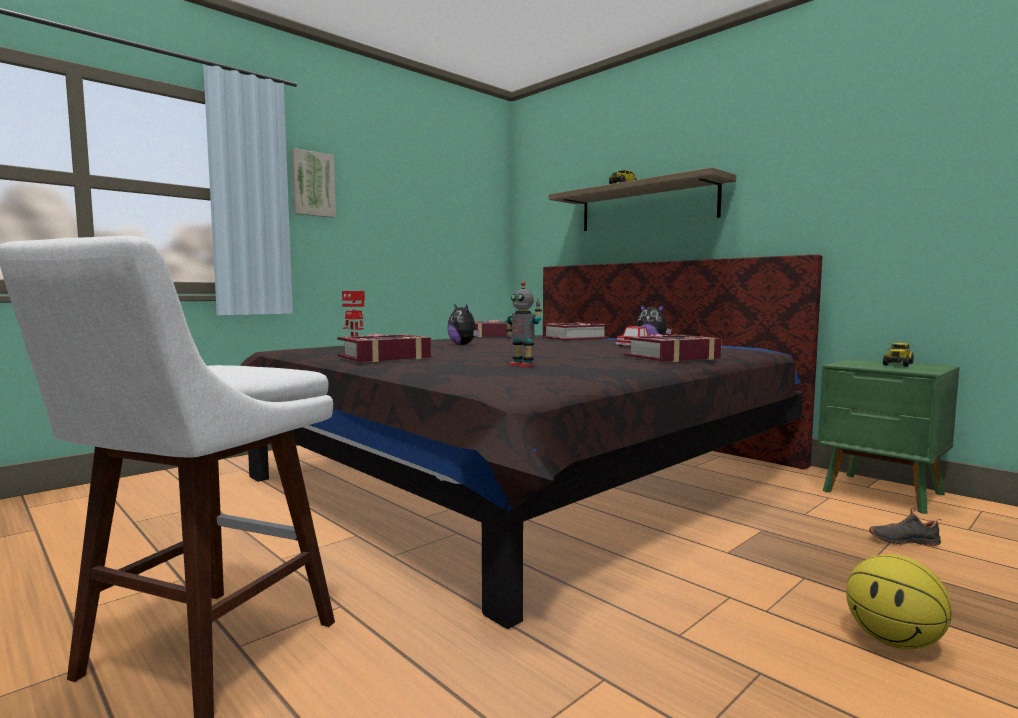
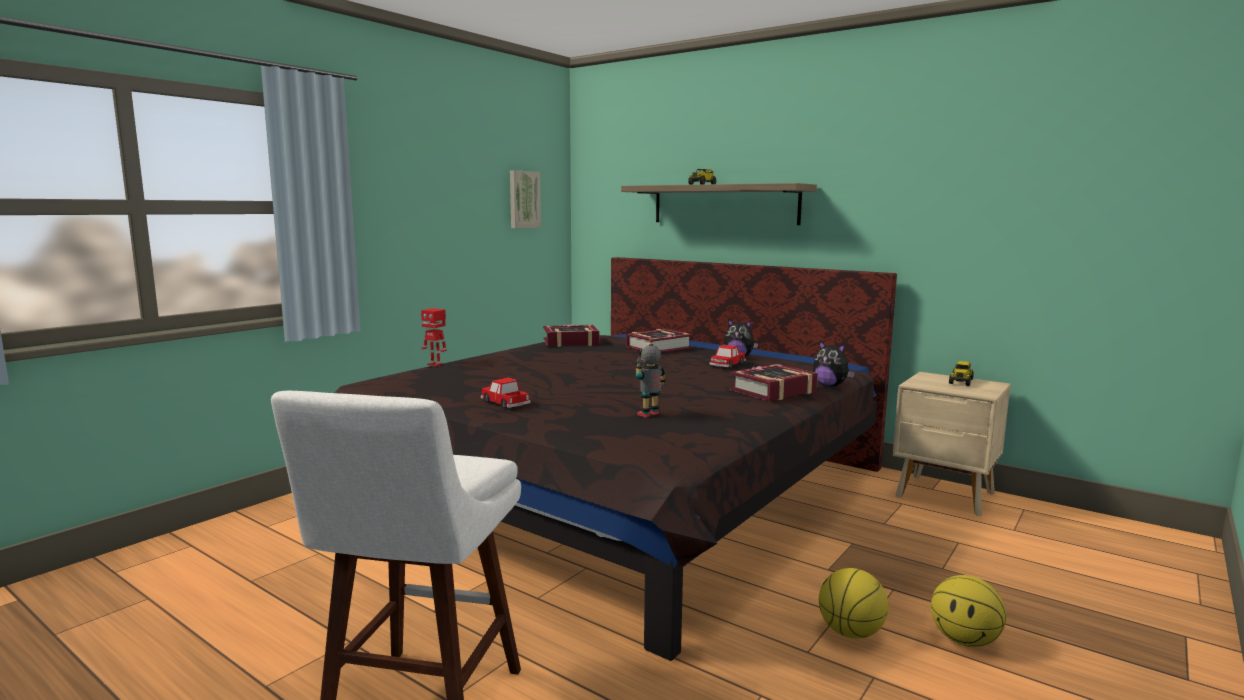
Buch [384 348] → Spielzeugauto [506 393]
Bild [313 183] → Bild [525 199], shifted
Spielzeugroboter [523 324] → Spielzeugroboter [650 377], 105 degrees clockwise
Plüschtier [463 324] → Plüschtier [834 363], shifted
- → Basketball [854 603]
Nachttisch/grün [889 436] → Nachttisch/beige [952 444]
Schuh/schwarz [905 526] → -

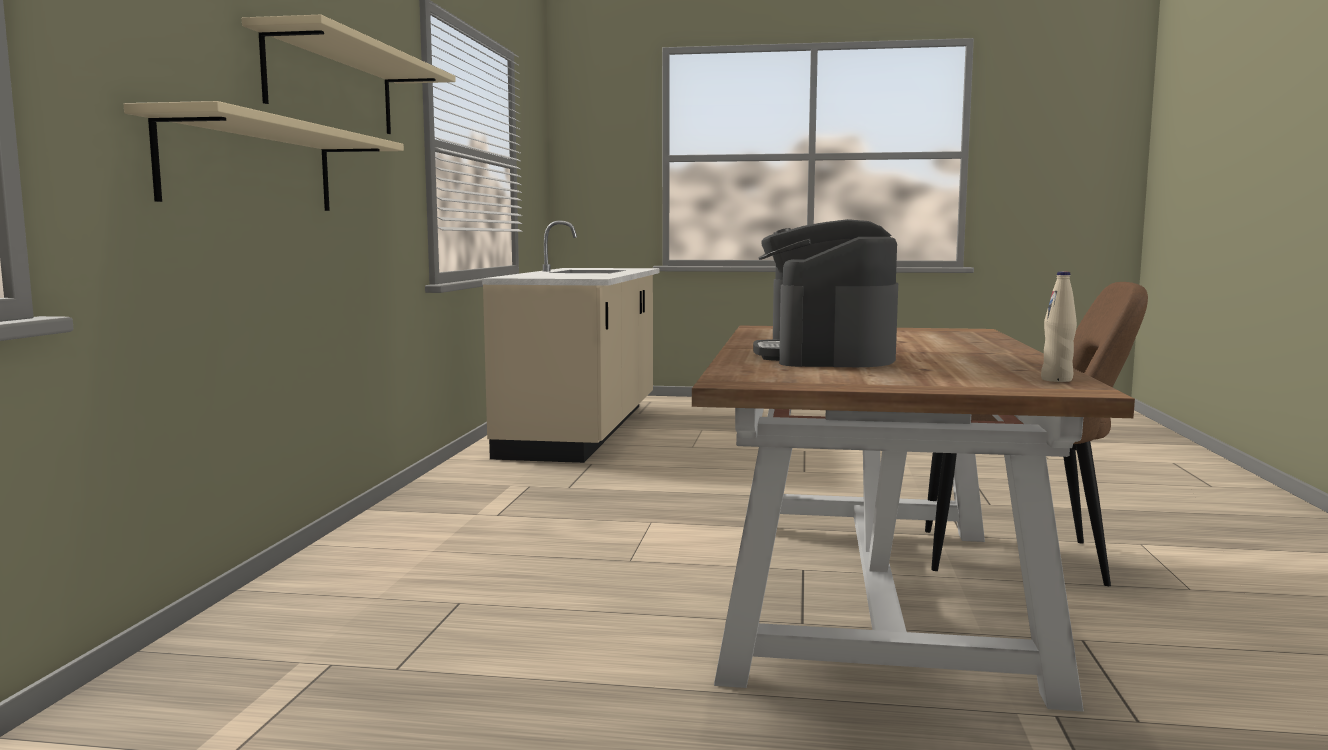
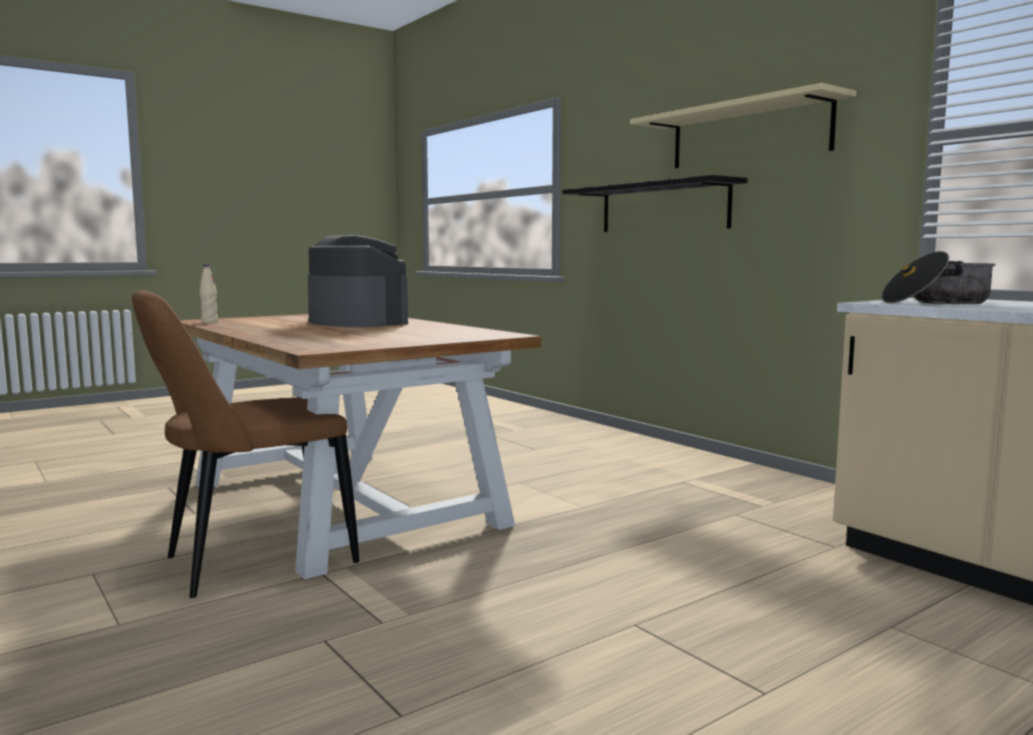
Wandregal/beige [264 156] → Wandregal/schwarz [655 203]
- → Kochtopf [938 277]

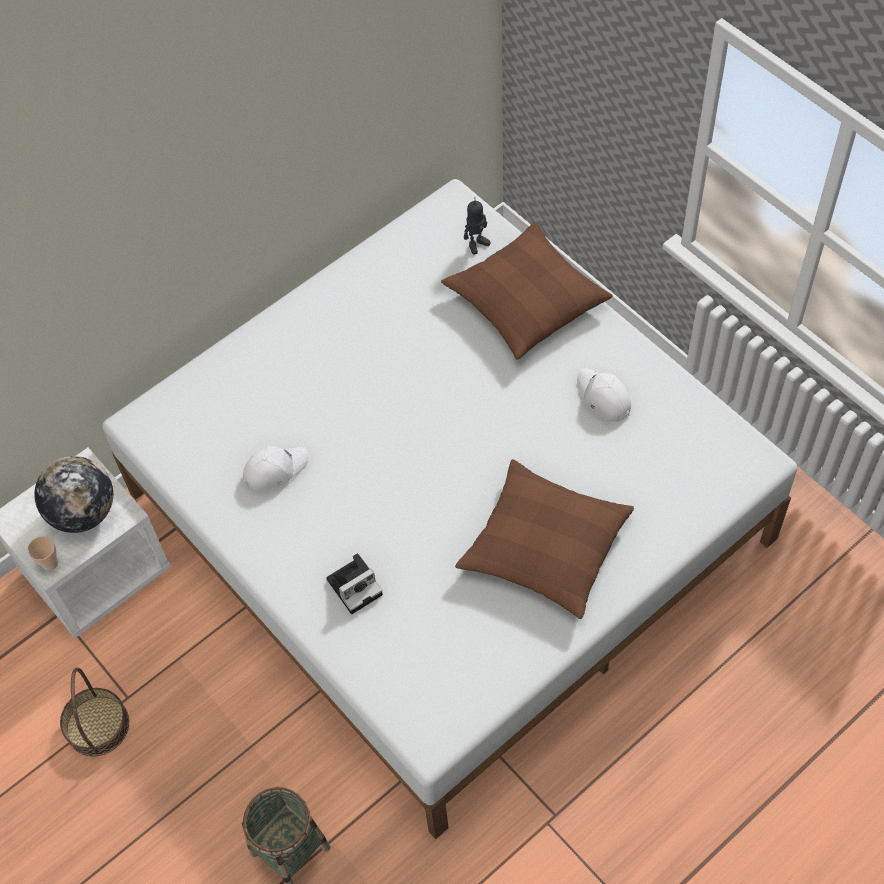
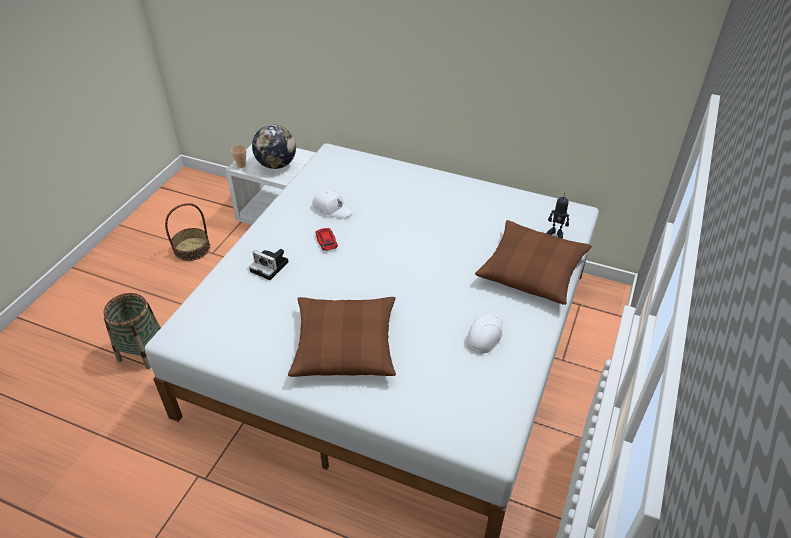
- → Spielzeugauto [326 239]

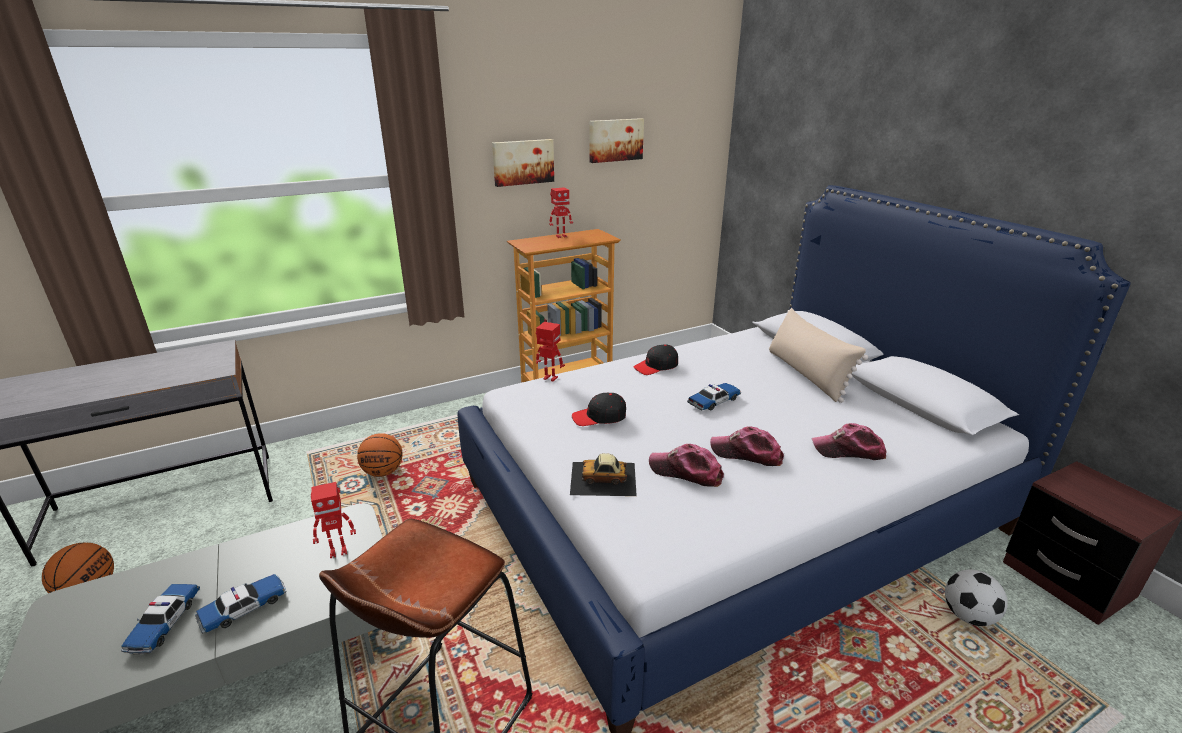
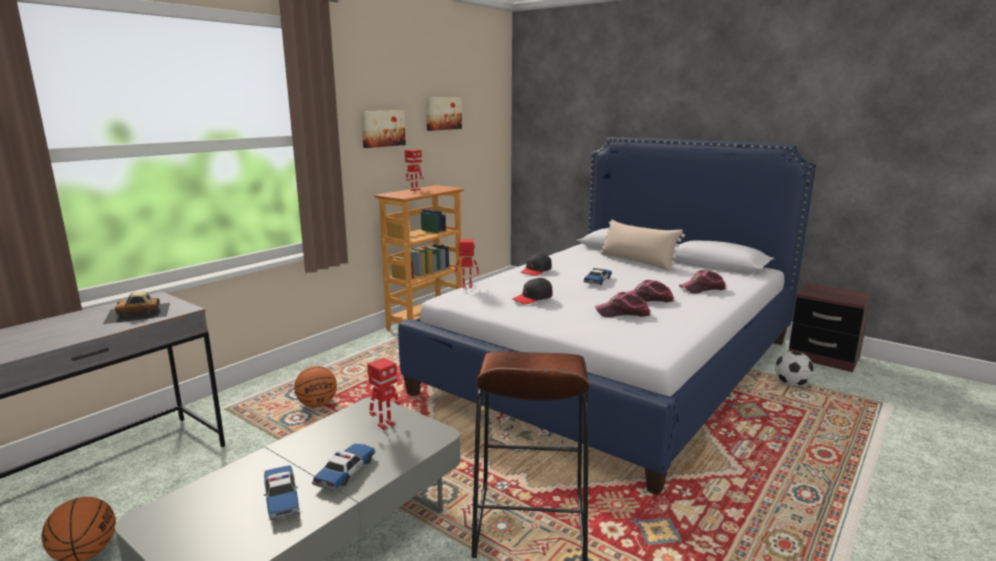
Spielzeugauto [603 474] → Spielzeugauto [136 307], shifted

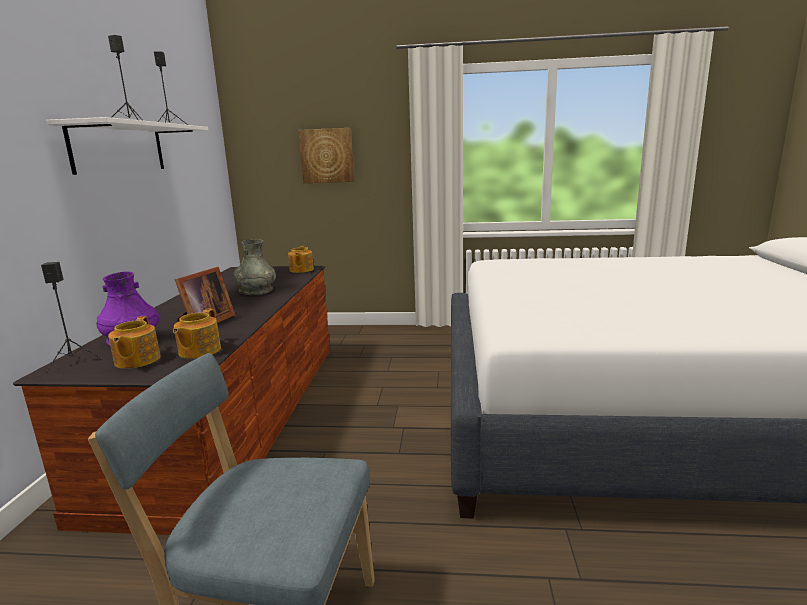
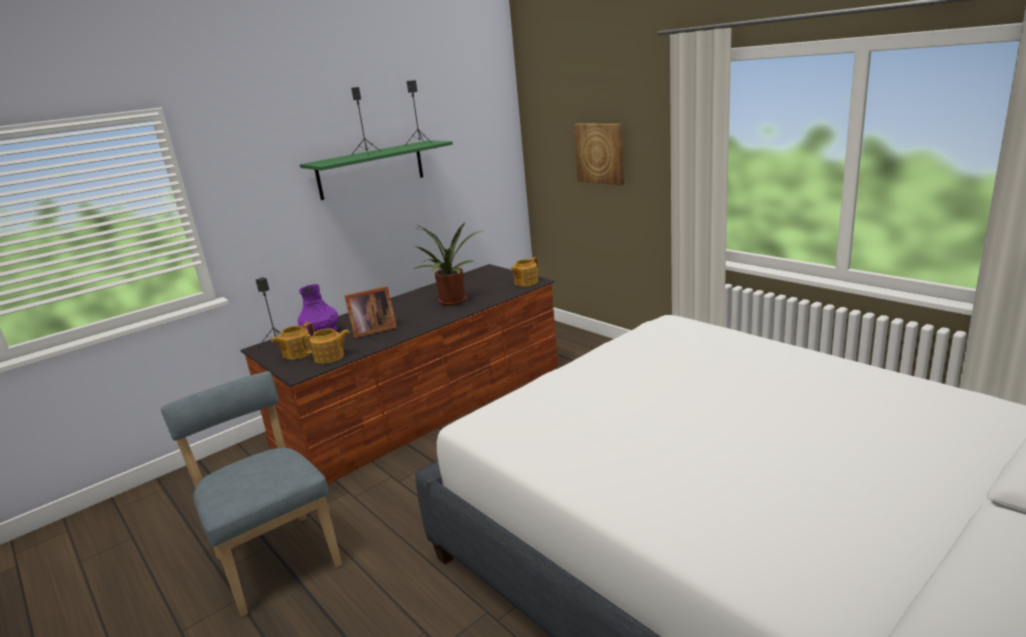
Wandregal/weiß [127 146] → Wandregal/grün [376 170]
Teekanne [197 334] → Teekanne [325 346], 150 degrees counterclockwise
Vase/grau [254 267] → Topfpflanze [449 264]

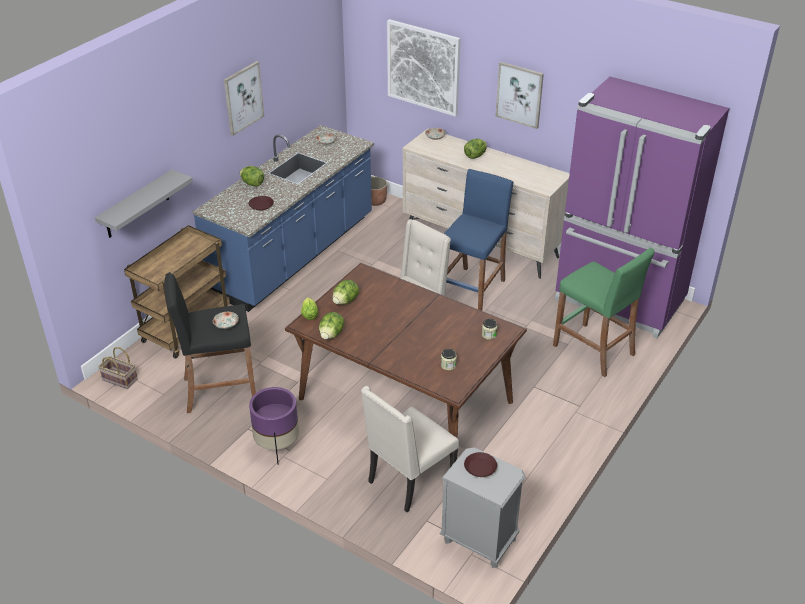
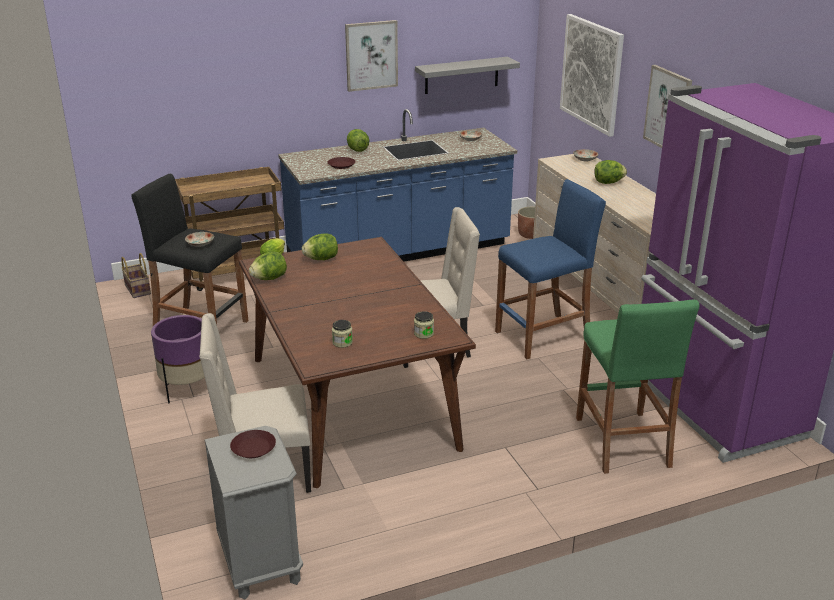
Wandregal/grau [144 204] → Wandregal/grau [467 75], shifted

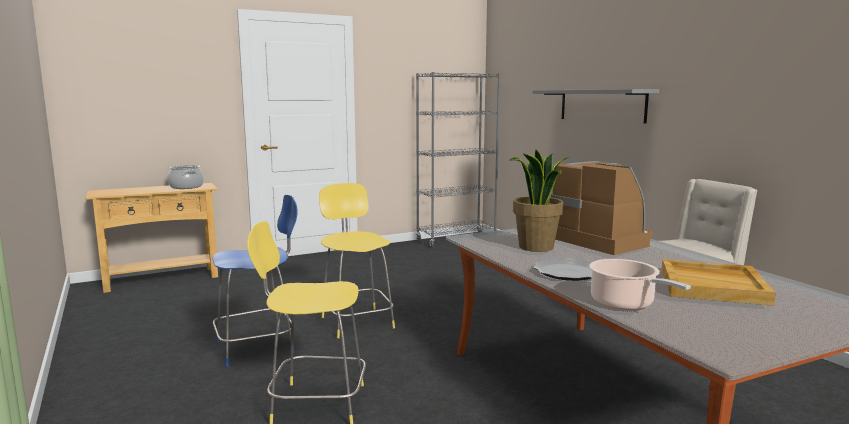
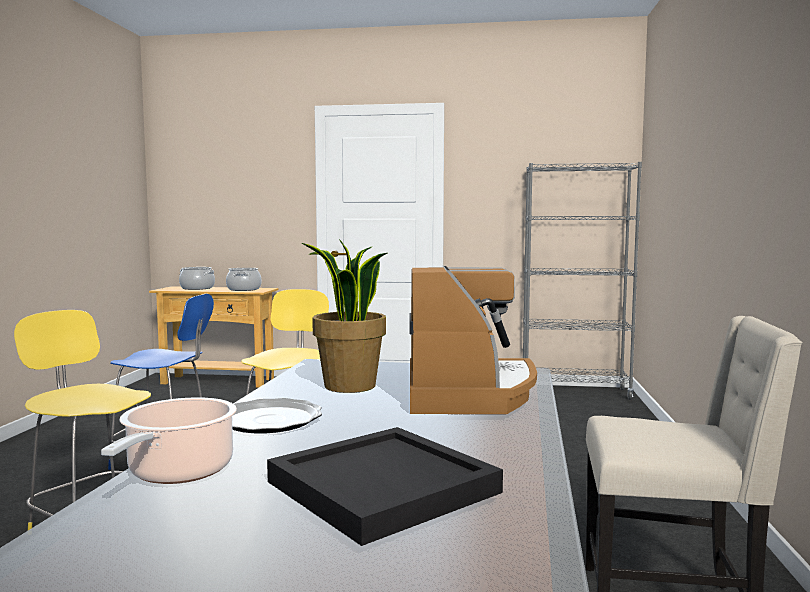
- → Kochtopf [197 278]
Tablett/beige [719 282] → Tablett/schwarz [385 486]
Wandregal/grau [595 106] → -

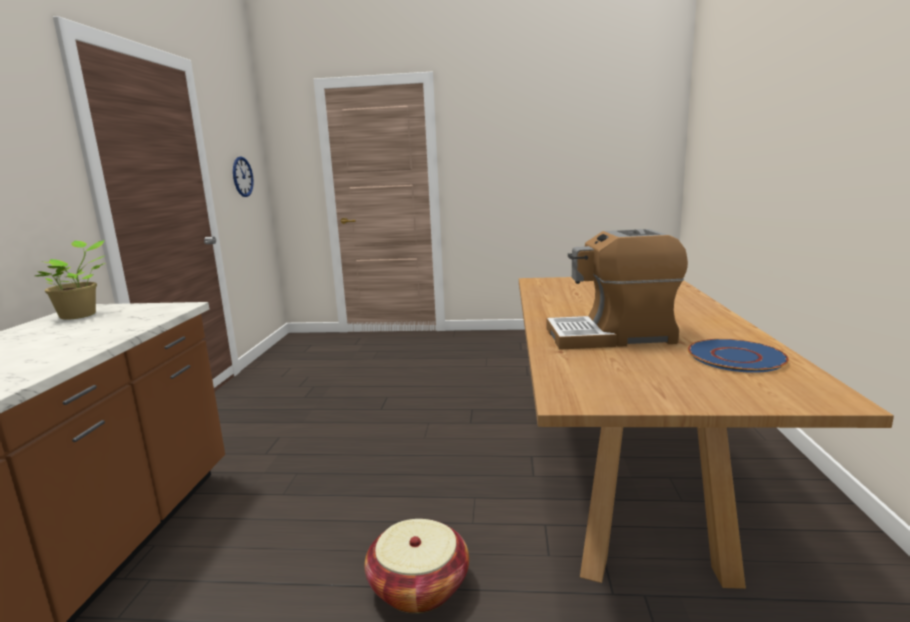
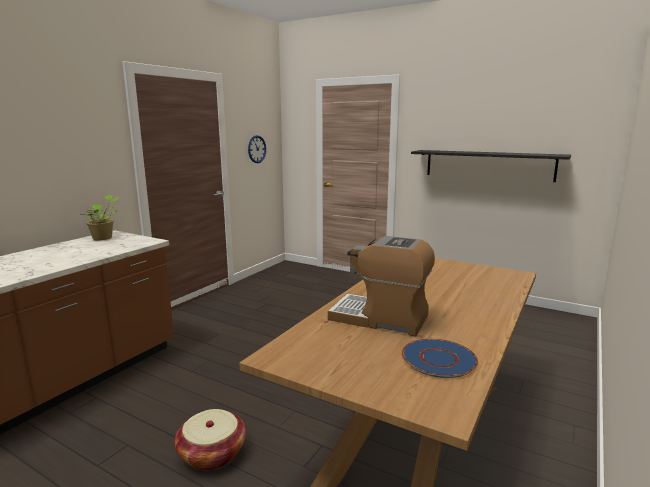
- → Wandregal/schwarz [491 166]

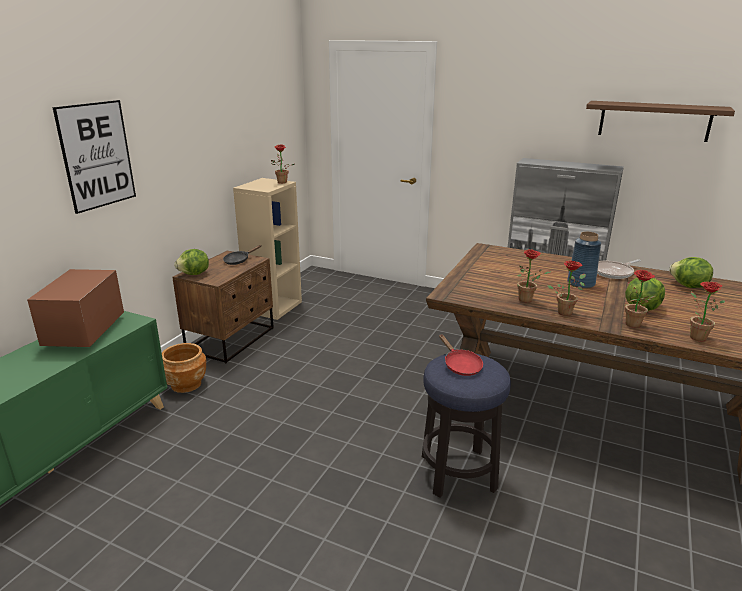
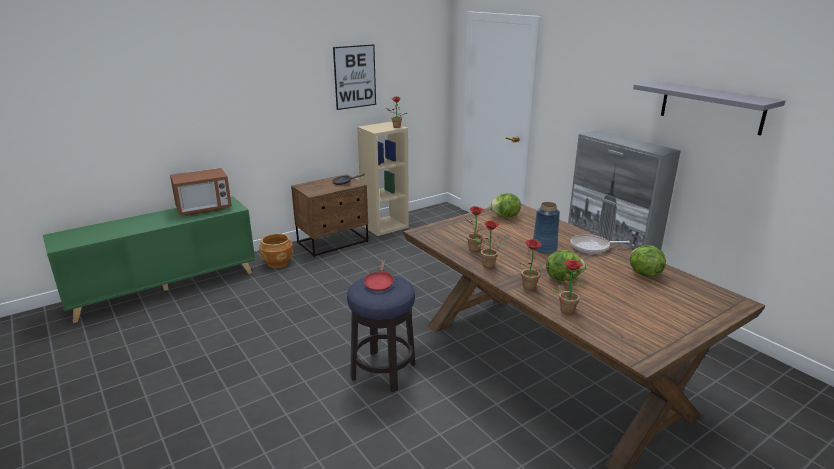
Mikrowelle [75 308] → Mikrowelle [201 192], 150 degrees counterclockwise
Bild [94 157] → Bild [354 77], shifted
Salatkopf [191 262] → Salatkopf [505 205], shifted
Wandregal/braun [660 121] → Wandregal/grau [709 108]

